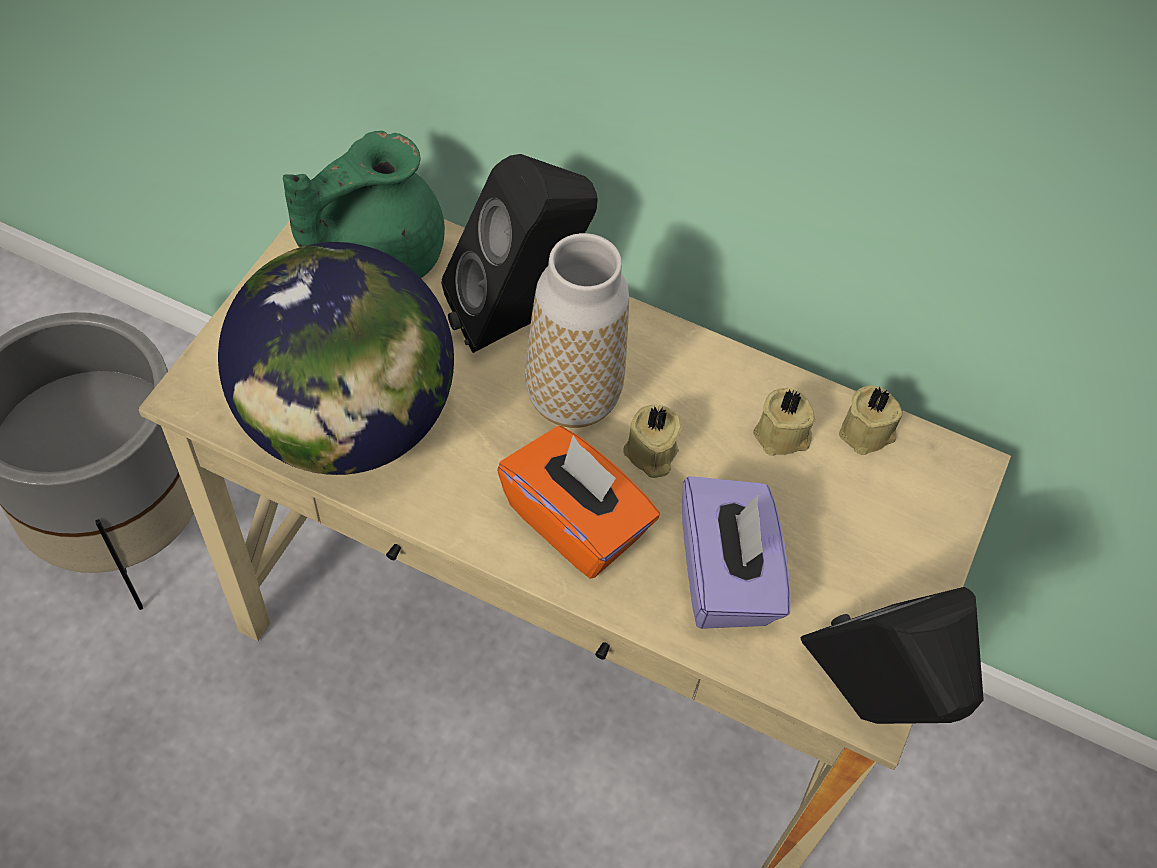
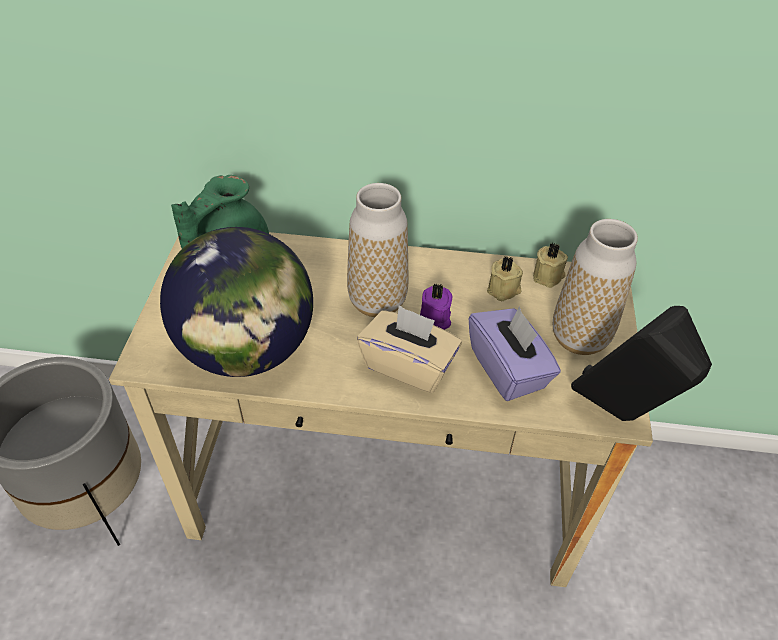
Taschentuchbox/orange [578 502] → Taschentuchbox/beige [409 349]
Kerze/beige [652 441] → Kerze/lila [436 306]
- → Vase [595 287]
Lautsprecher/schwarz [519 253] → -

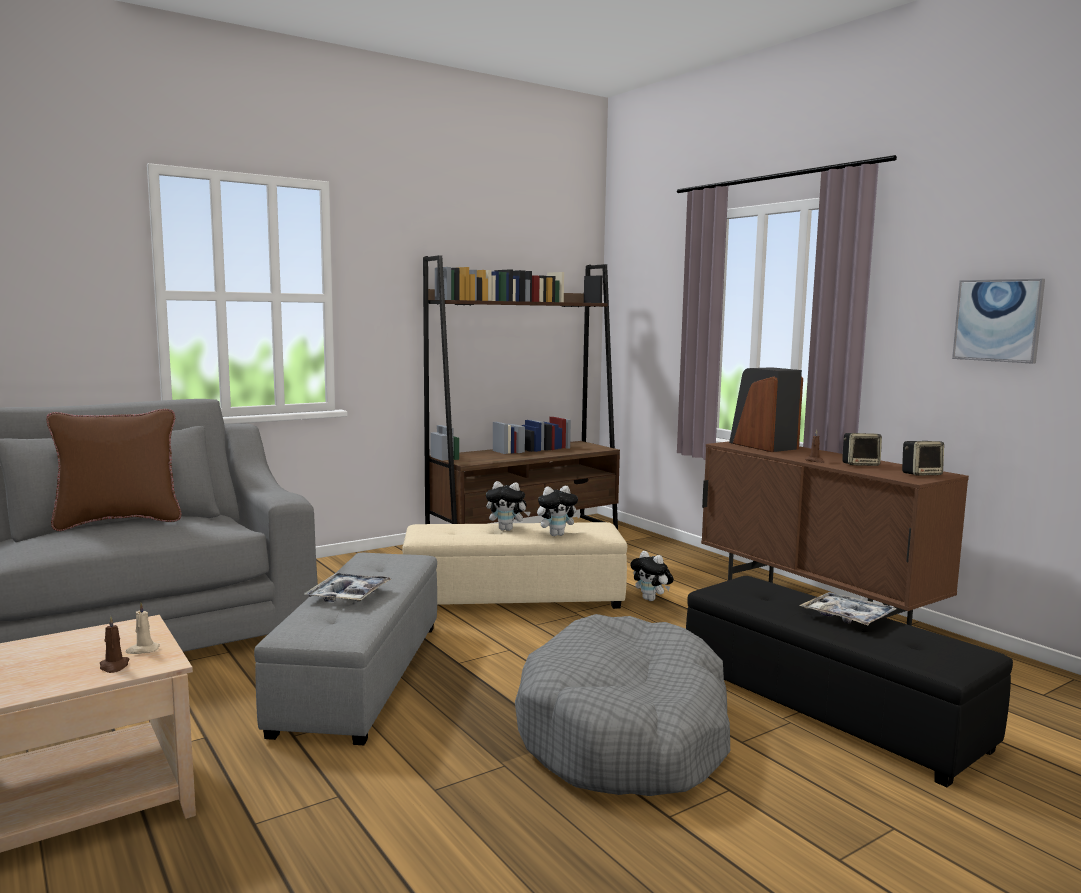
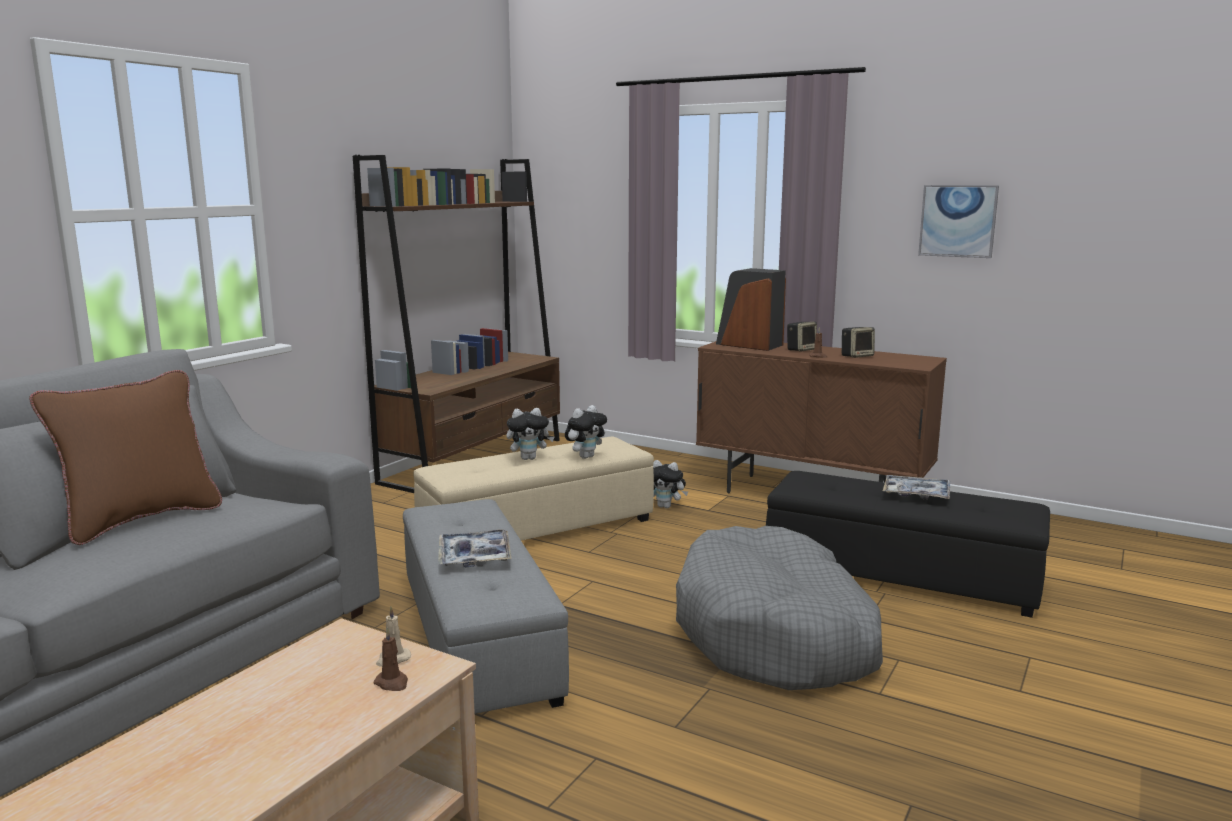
Lautsprecher [923 458] → Lautsprecher [802 337], shifted

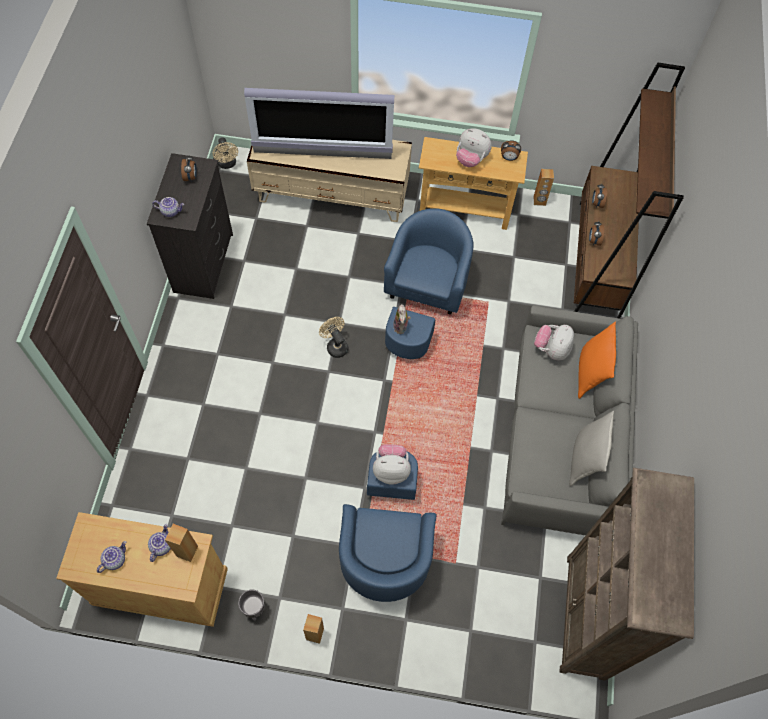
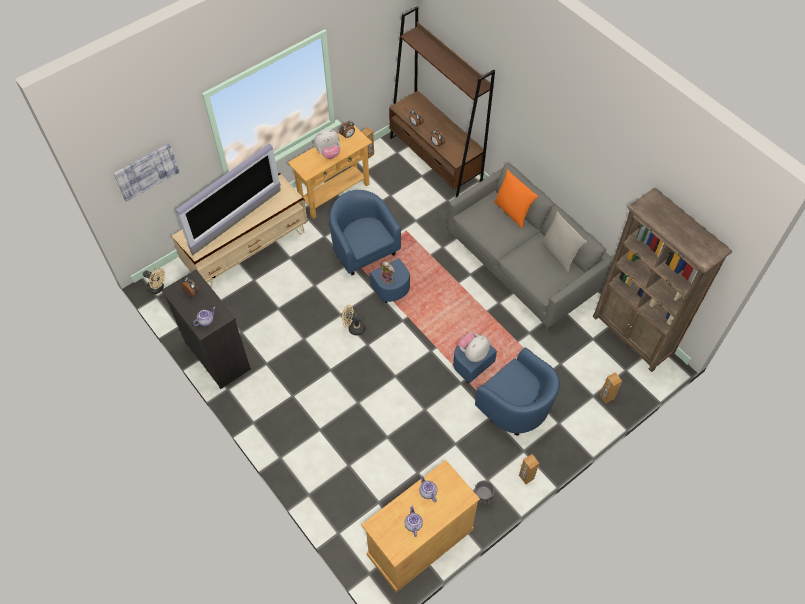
- → Bild [146 173]
Lautsprecher/braun [181 543] → Lautsprecher/braun [611 388], shifted
Plüschtier [554 343] → -

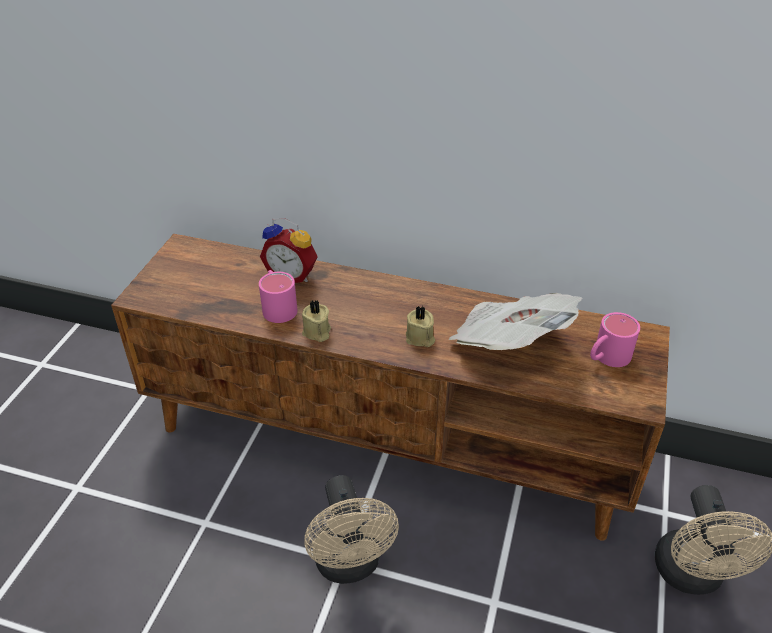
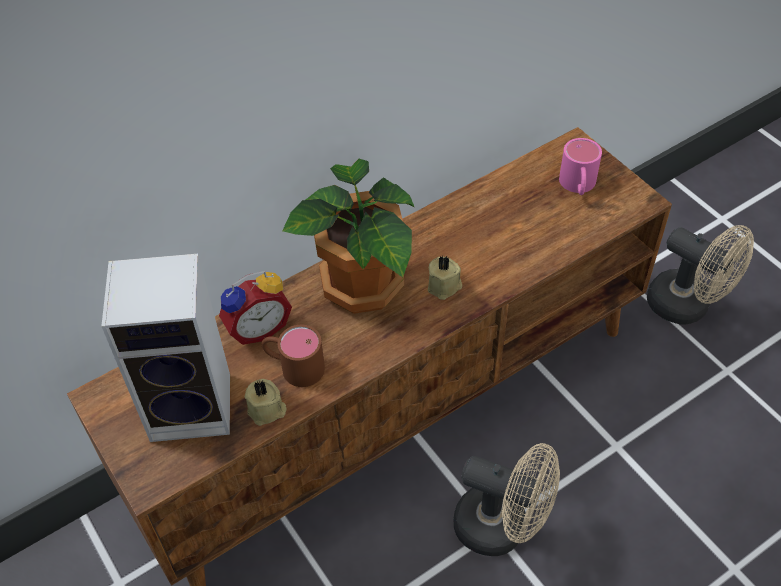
- → Lautsprecher [165 348]
Kerze/beige [316 321] → Kerze/beige [266 402], shifted
Henkelbecher/rosa [278 296] → Henkelbecher/braun [293 356]
- → Topfpflanze [348 236]
Zeitung [515 321] → -

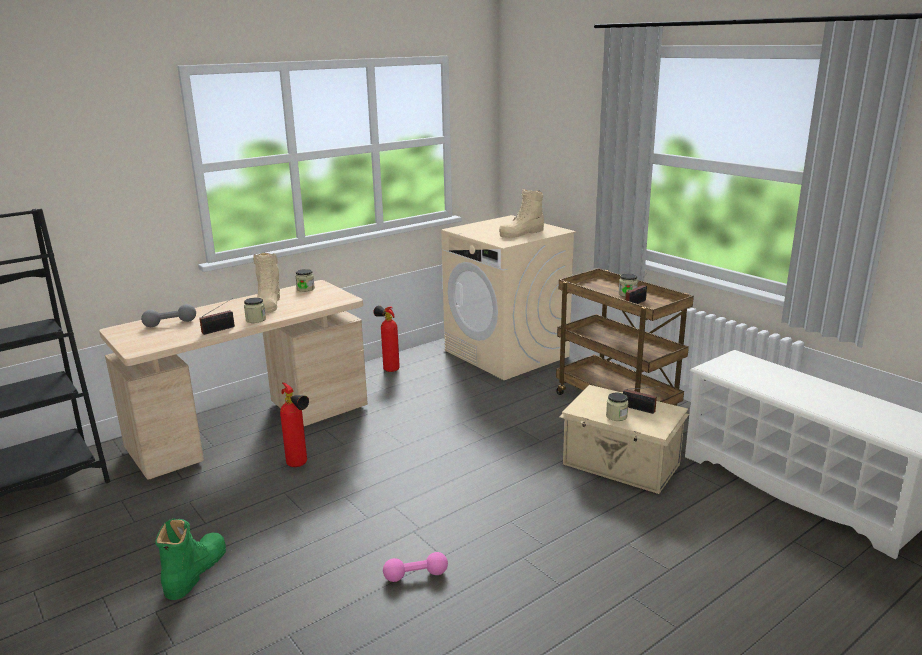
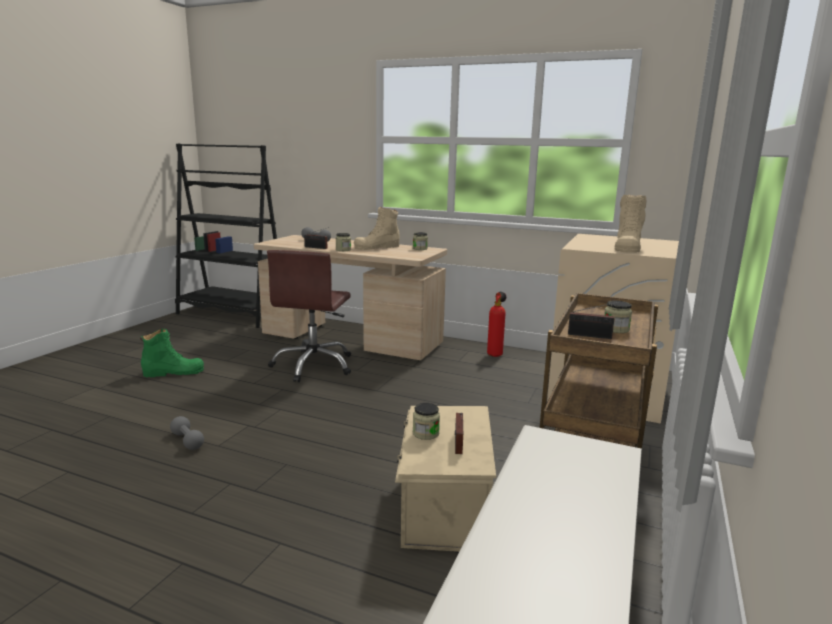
Hantel/rosa [415 567] → Hantel/grau [187 433]
Feuerlöscher [294 424] → Bürostuhl/braun [309 316]
Stiefel/beige [521 213] → Stiefel/beige [630 224], 90 degrees counterclockwise

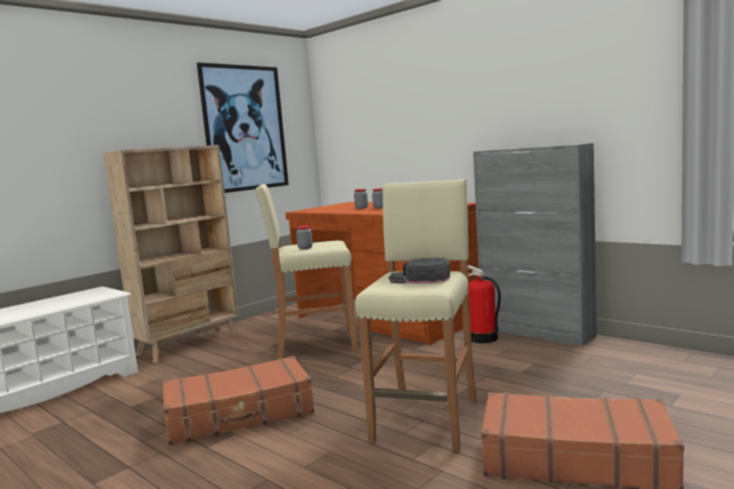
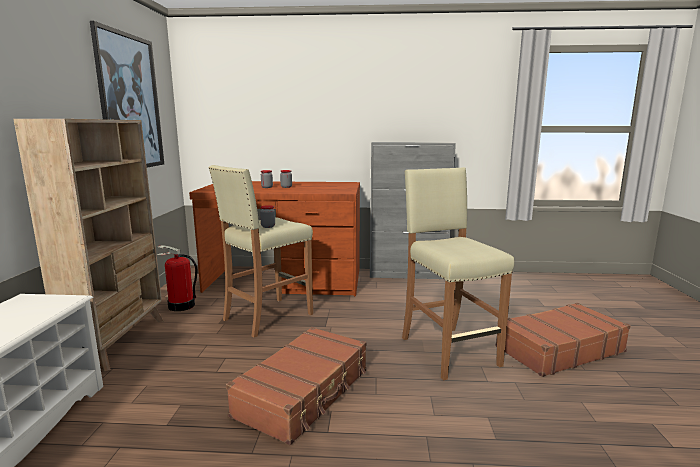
Feuerlöscher [484 304] → Feuerlöscher [177 278], shifted
Kappe/schwarz [419 270] → -

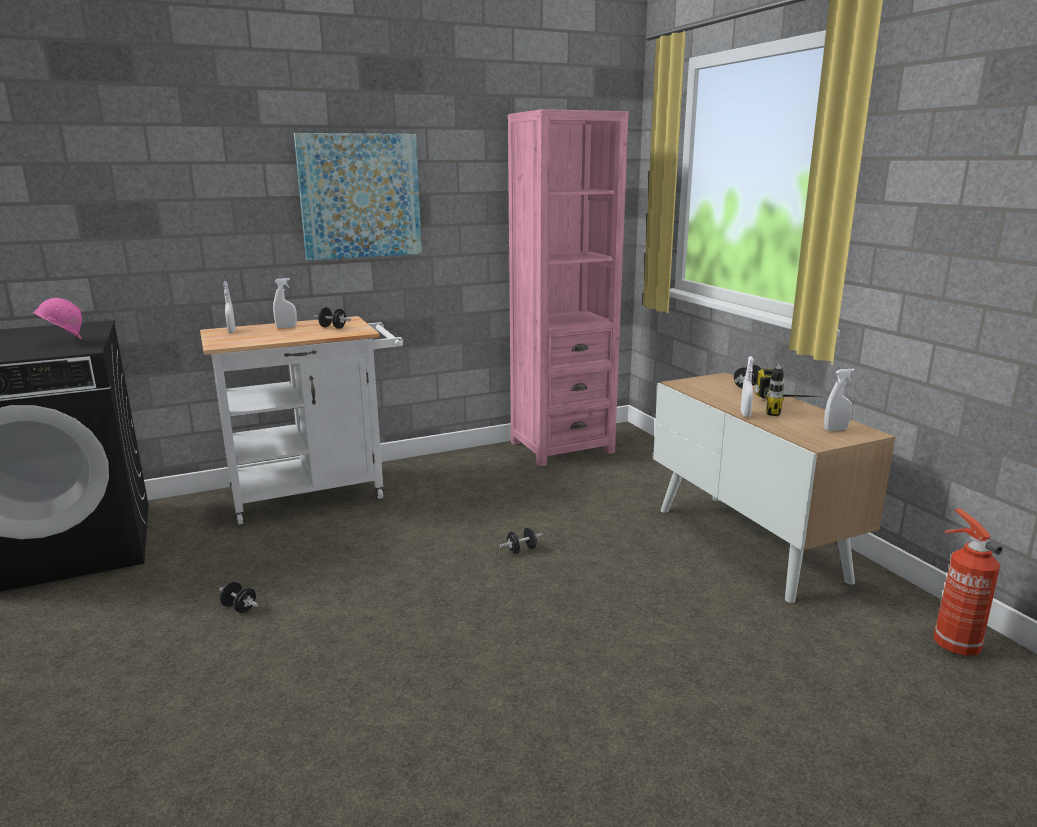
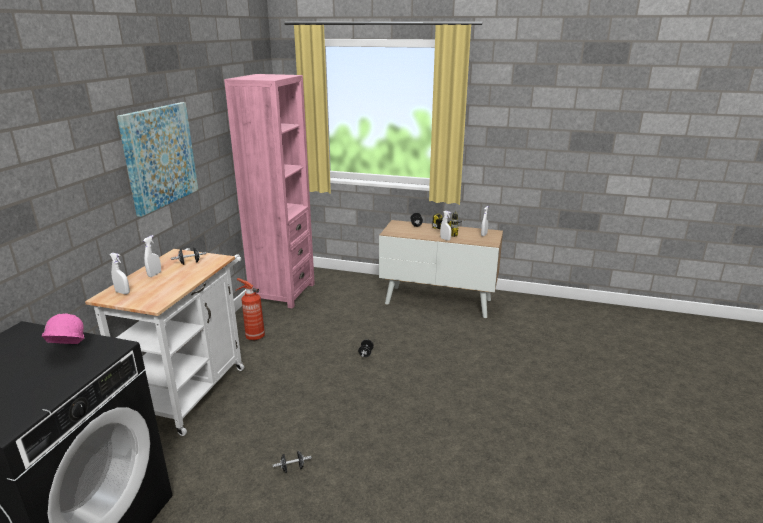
Feuerlöscher [968 582] → Feuerlöscher [250 309], shifted

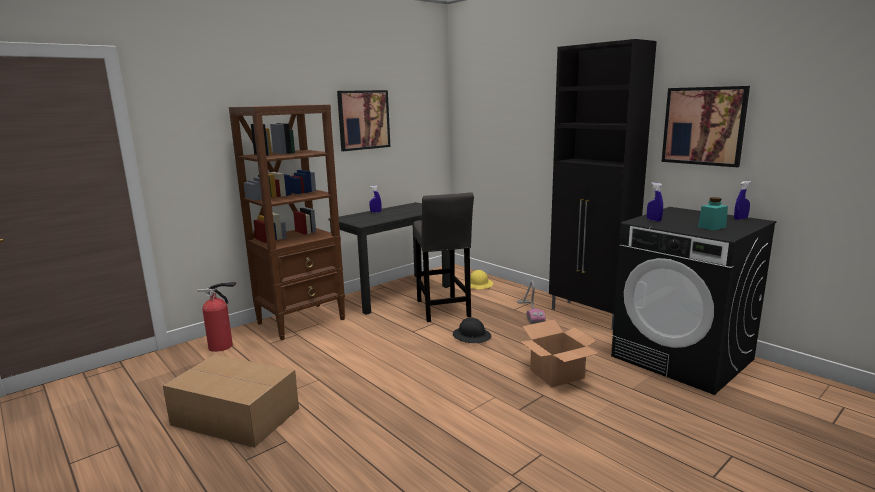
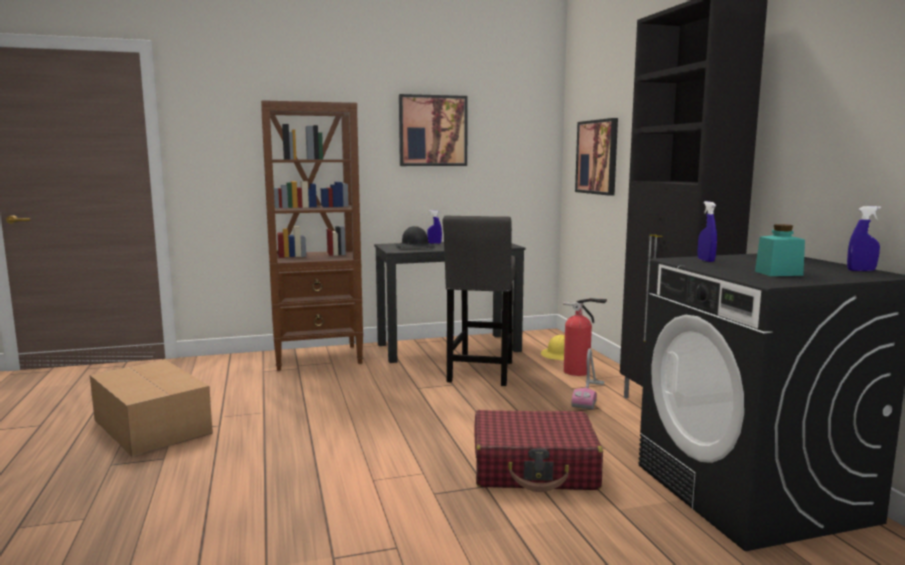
Schutzhelm/schwarz [472 330] → Schutzhelm/schwarz [415 237], shifted
Karton [559 353] → Koffer/rot [538 451]
Feuerlöscher [217 317] → Feuerlöscher [585 337], shifted
Bild [706 126] → Bild [596 157], shifted

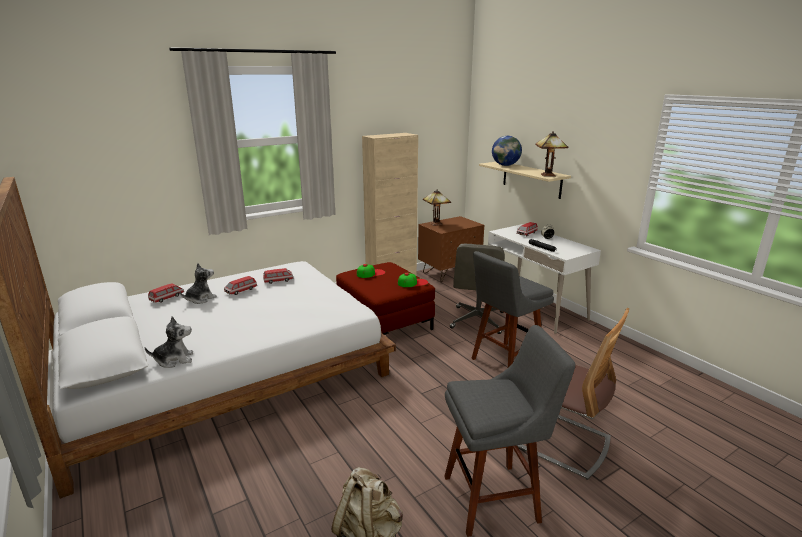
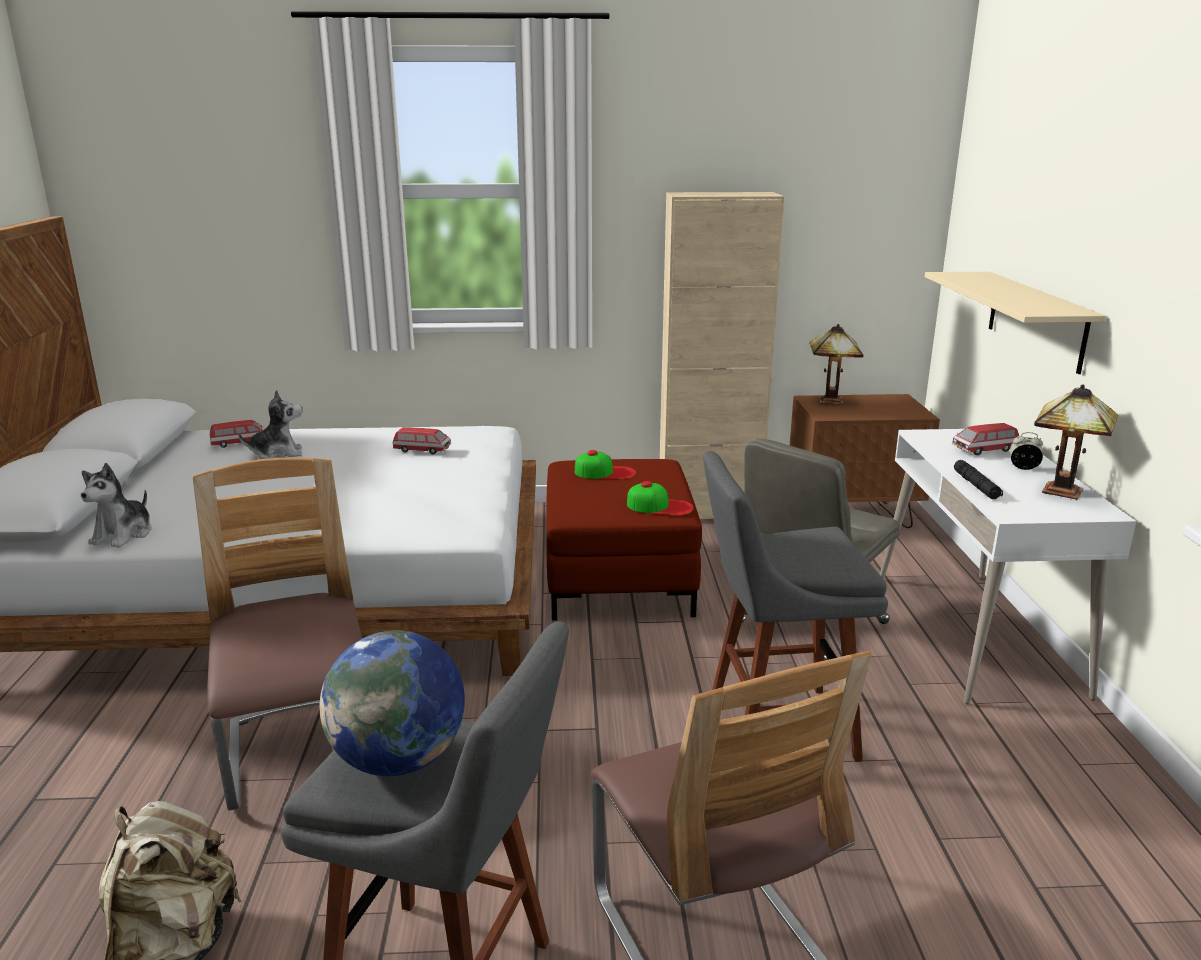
Plüschtier [168 342] → Plüschtier [116 505], 90 degrees clockwise
- → Stuhl [277 634]
Globus [507 151] → Globus [392 703], shifted
Tischlampe [551 154] → Tischlampe [1076 442], shifted
Spielzeugauto [240 285] → -

